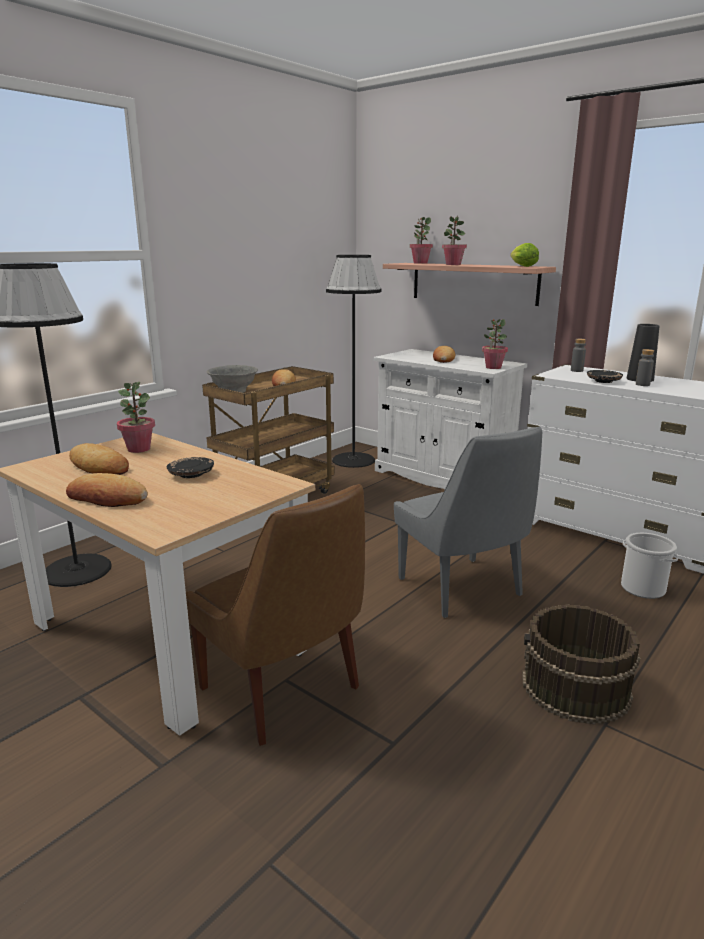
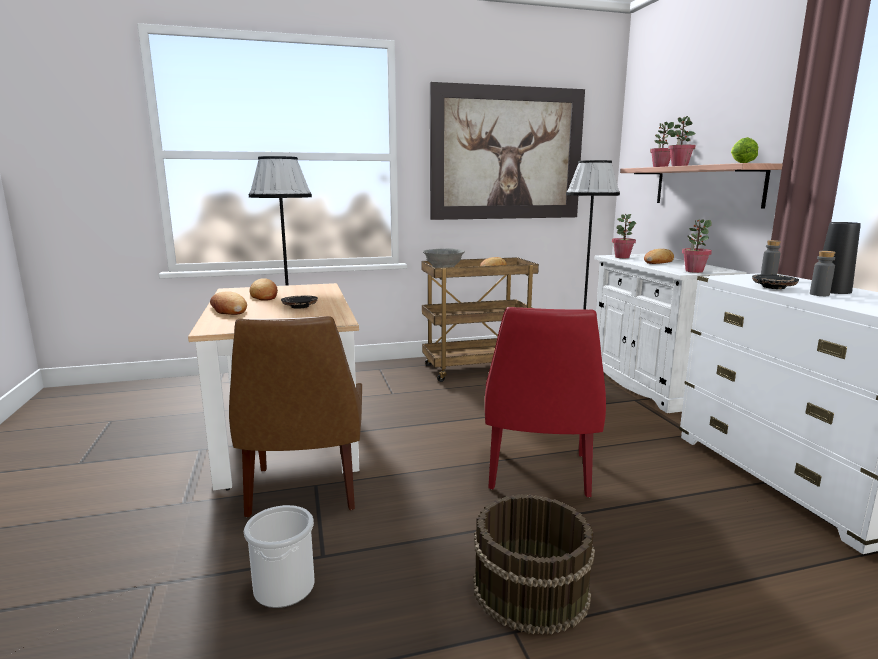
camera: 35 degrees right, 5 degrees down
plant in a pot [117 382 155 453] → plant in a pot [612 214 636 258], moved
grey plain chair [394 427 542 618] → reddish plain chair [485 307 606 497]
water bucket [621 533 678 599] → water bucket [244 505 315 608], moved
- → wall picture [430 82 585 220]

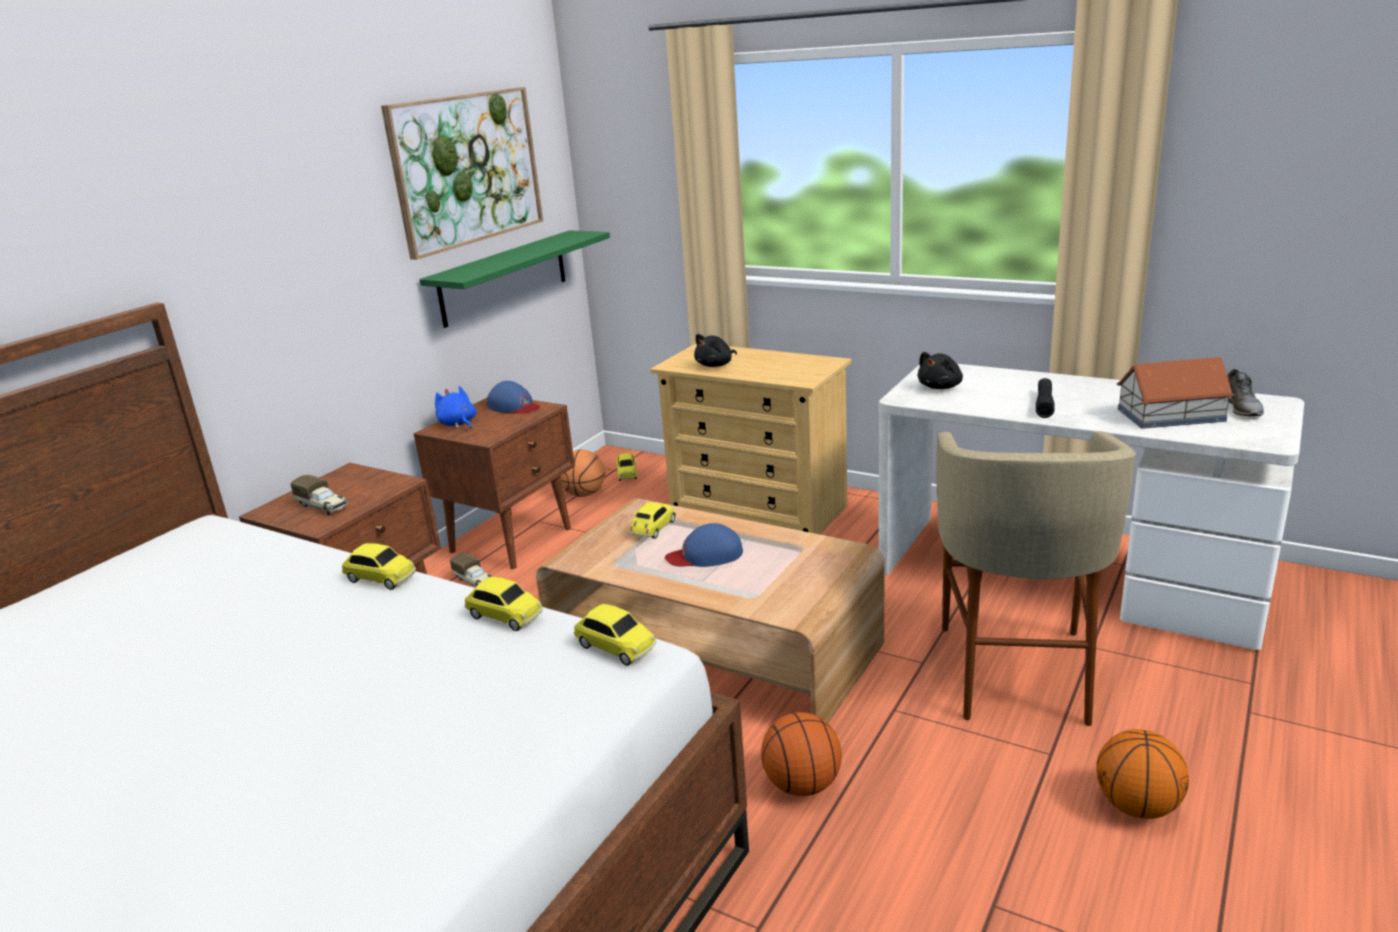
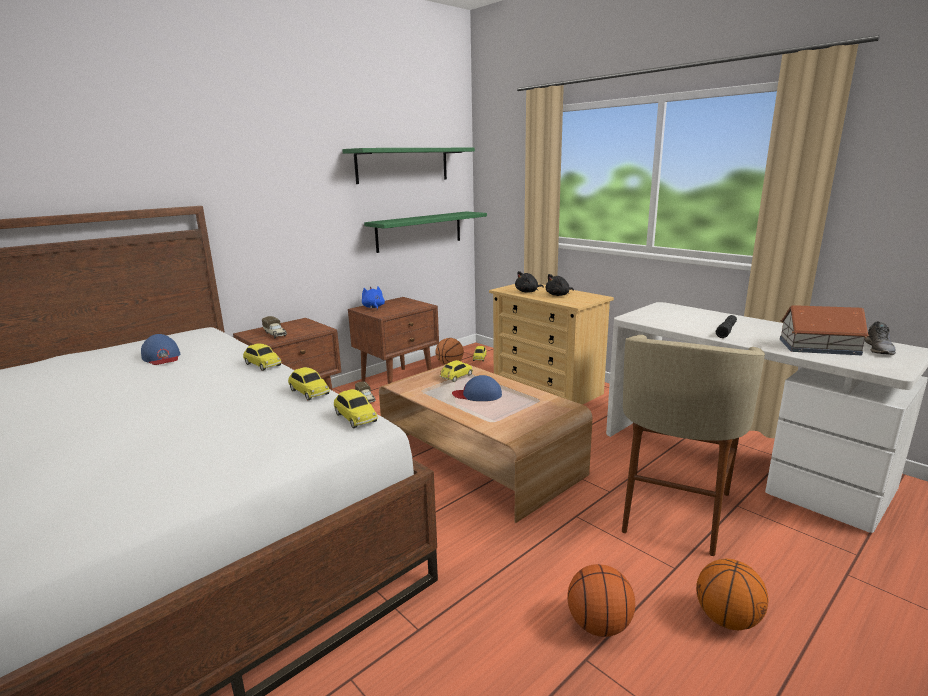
camera: 15 degrees right, 5 degrees down
wall picture [381 87 543 260] → green wall shelf [342 148 475 184]
bluish cap [487 381 540 414] → bluish cap [141 334 180 365], moved
basketball [761 712 842 796] → basketball [567 564 635 637], moved
blackish plush toy [917 352 963 389] → blackish plush toy [546 274 574 296], moved

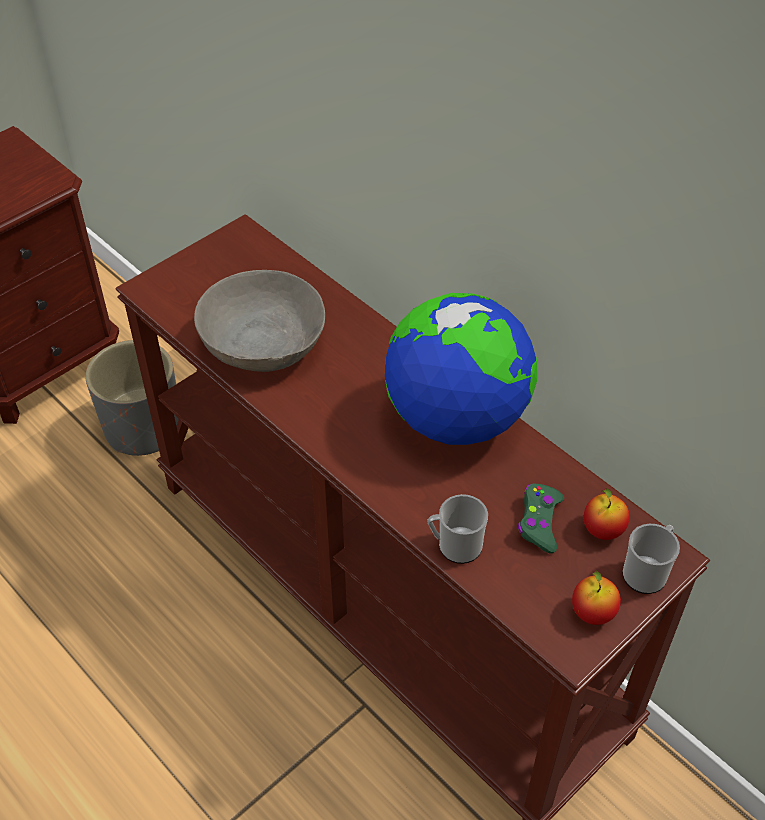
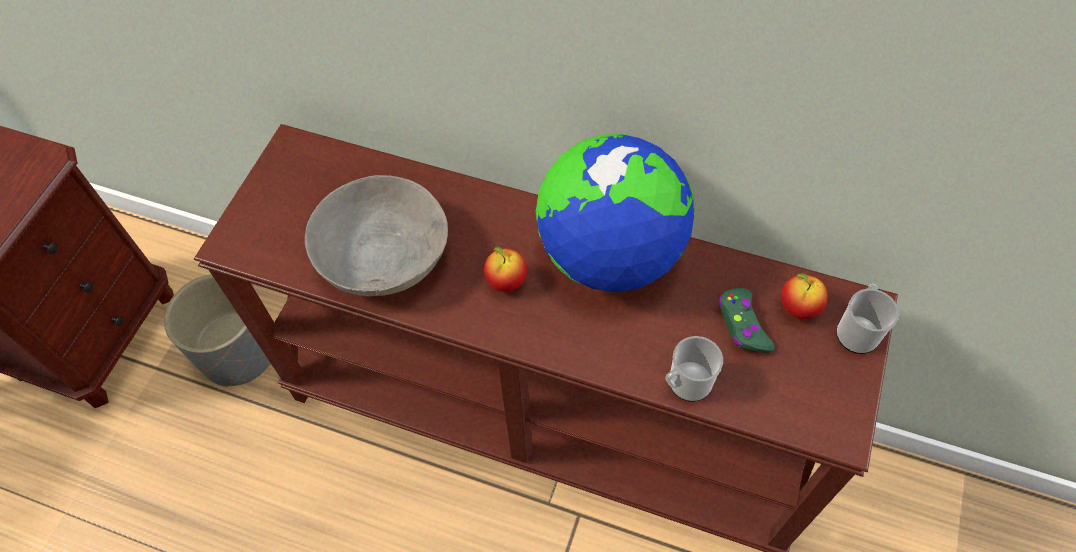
camera: 25 degrees left, 10 degrees up
whole apple [572 571 621 625] → whole apple [484 246 527 292], moved

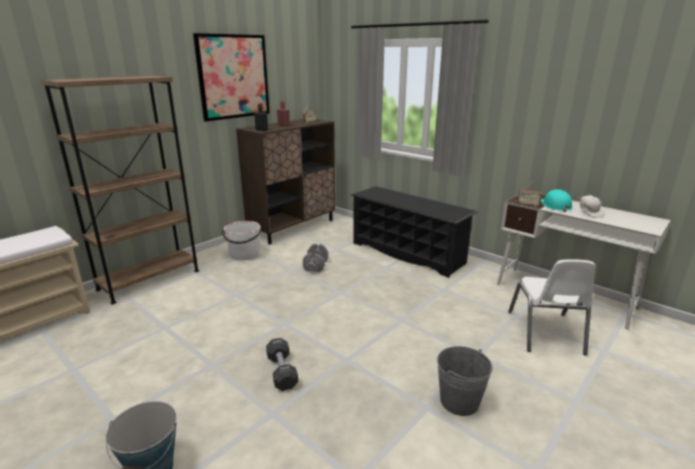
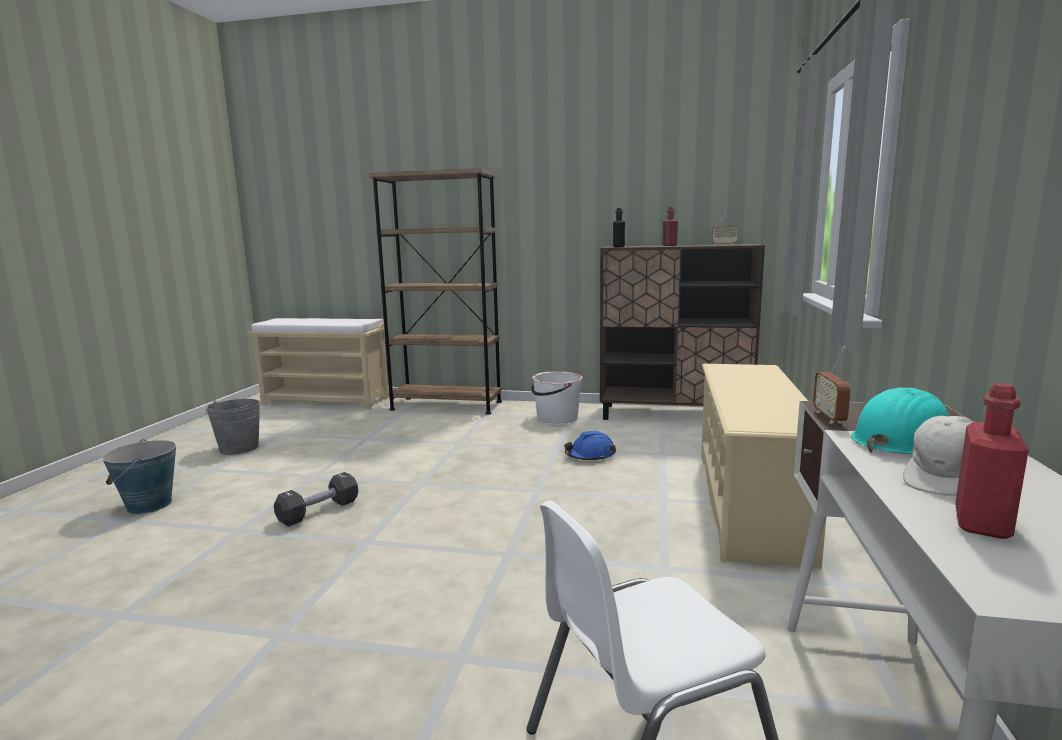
camera: 60 degrees right, 10 degrees down
wall picture [193 33 270 121] → -
grey hand weight [303 244 328 272] → bluish work helmet [564 431 616 461]
blackish shoe shelf [351 186 478 278] → beige shoe shelf [701 364 826 569]
grey water bucket [437 346 493 416] → grey water bucket [206 399 260 455], moved
- → reddish bottle [955 383 1029 539]

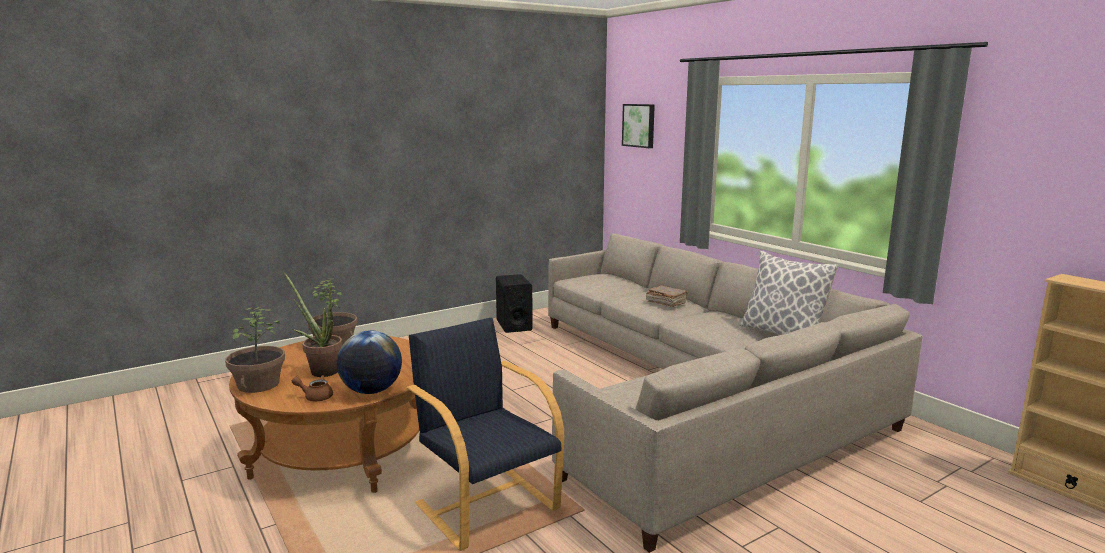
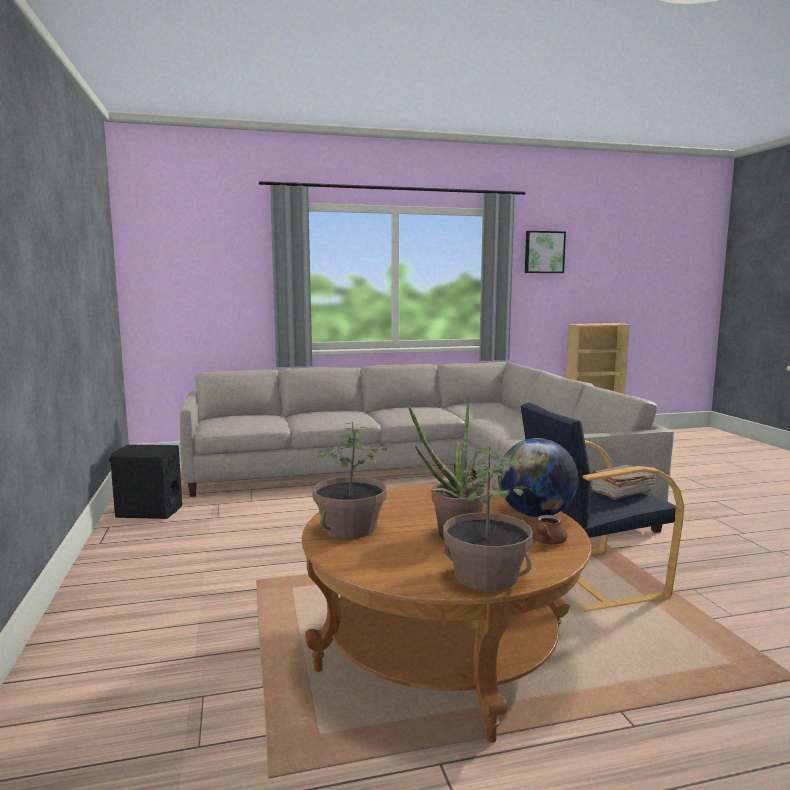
camera: 70 degrees left, 5 degrees down
wall picture [622 104 655 148] → wall picture [525 231 566 273], moved
brown-coloured book [646 285 688 307] → brown-coloured book [590 465 656 500], moved
throw pillow [740 251 838 335] → -

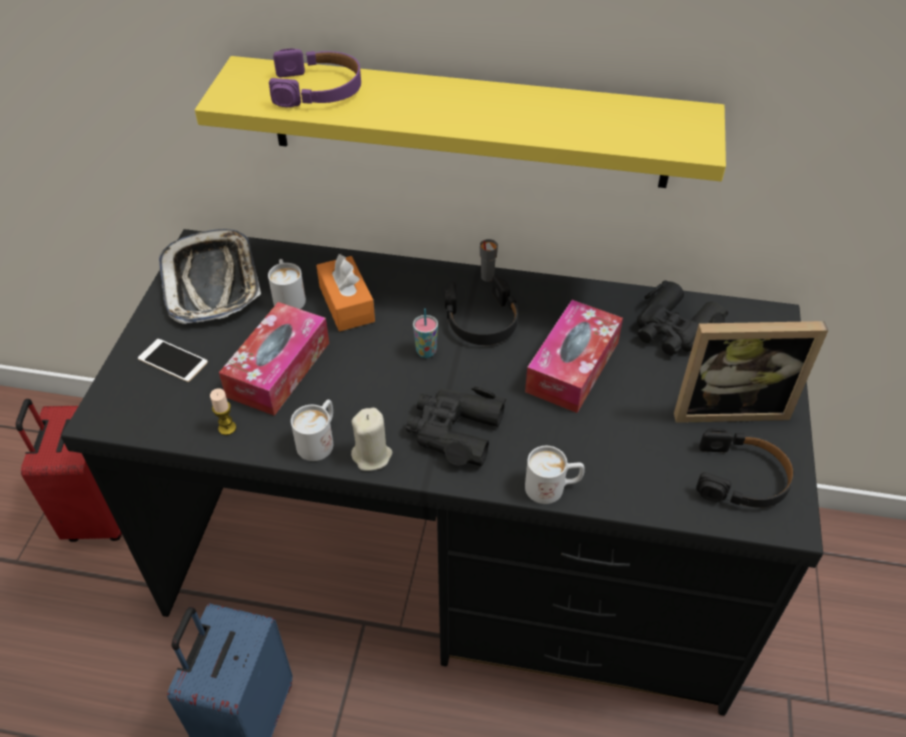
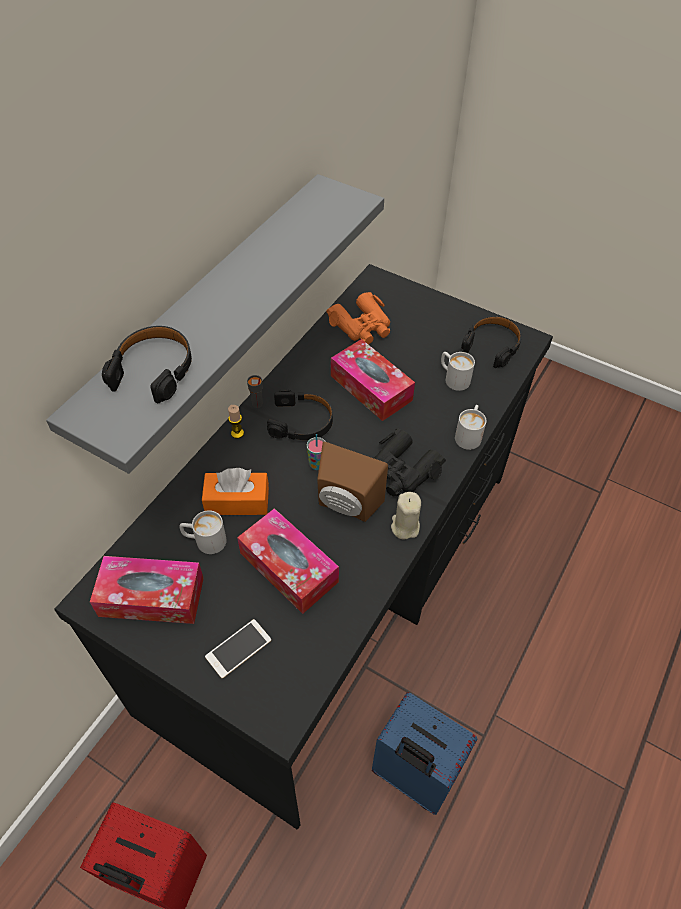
camera: 70 degrees left, 5 degrees up
tray [159 229 261 324] → tissue box [90 556 204 624]
yellow wall shelf [195 56 726 188] → grey wall shelf [46 174 384 474]
wax candle [210 388 236 435] → wax candle [228 405 244 439], moved
purplish headphones [269 48 361 107] → blackish headphones [102 326 192 403]
white mug [291 400 333 461] → white mug [441 352 475 391], moved
blackish field glasses [637 280 729 355] → orange field glasses [327 292 390 344]
picture frame [674 321 828 423] → -
- → brown-coloured audio speaker [317 442 388 522]

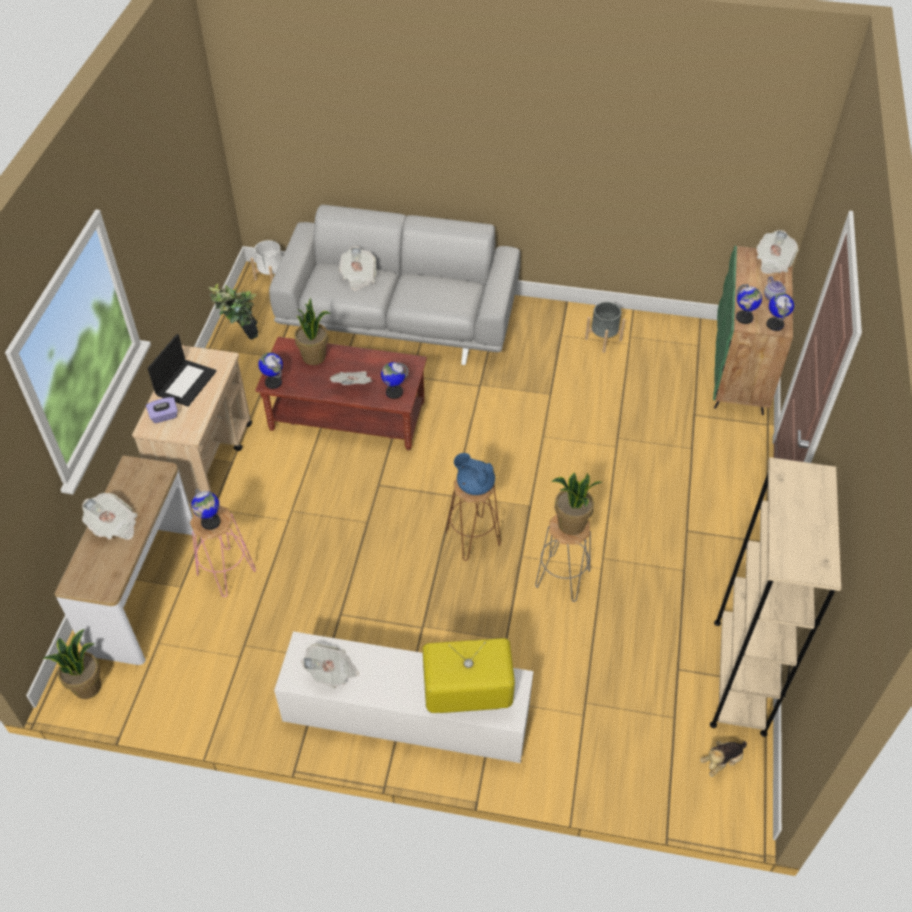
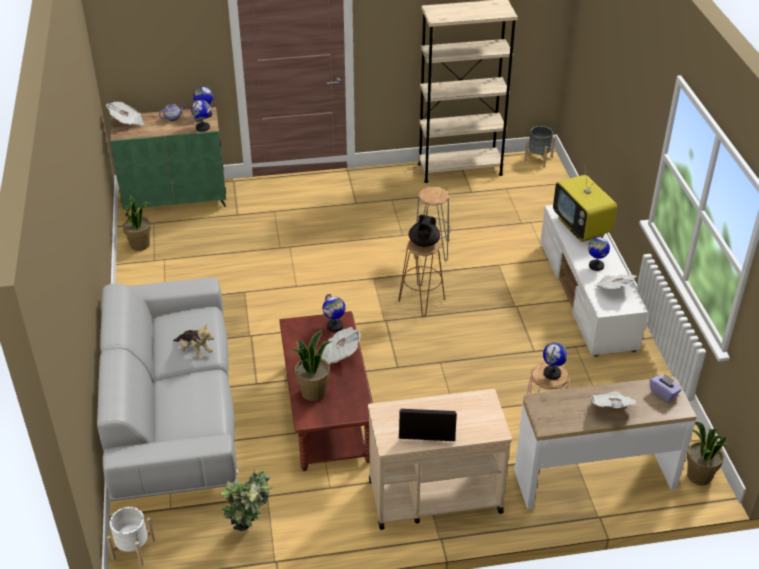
camera: 110 degrees left, 10 degrees down
purplish tissue box [146 397 178 423] → purplish tissue box [650 374 682 402], moved
desk globe [258 352 283 389] → desk globe [588 234 610 271], moved
printed paper [339 246 376 291] → -
bluish tea pot [454 453 495 495] → blackish tea pot [409 215 440 247]
plant in a pot [552 472 602 535] → plant in a pot [123 195 151 251], moved
grey plant pot [585 302 626 353] → grey plant pot [524 126 555 167], moved
plush toy [700 741 747 777] → plush toy [173 323 214 359], moved

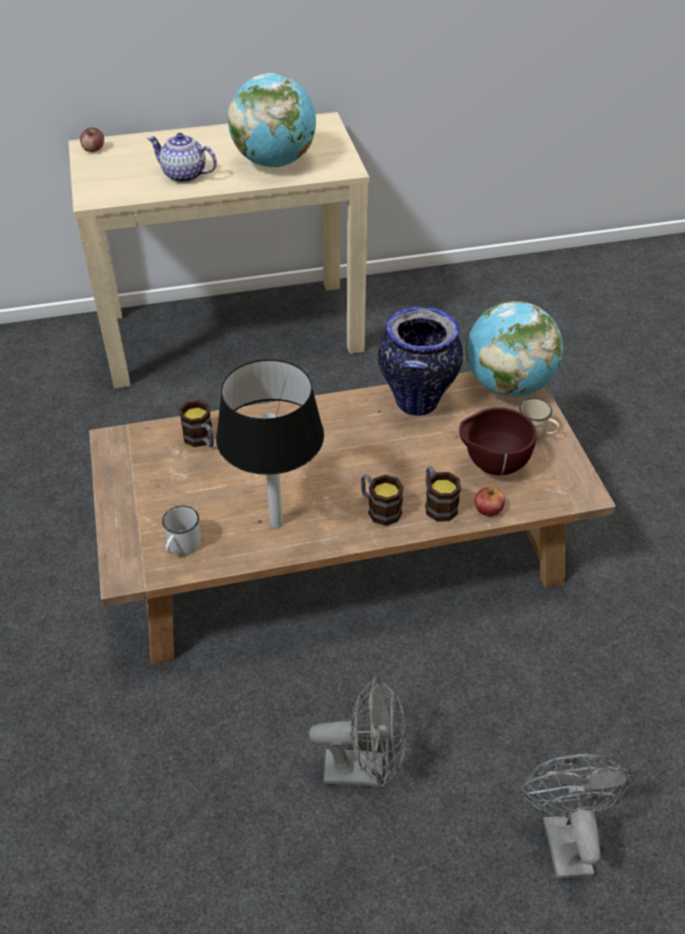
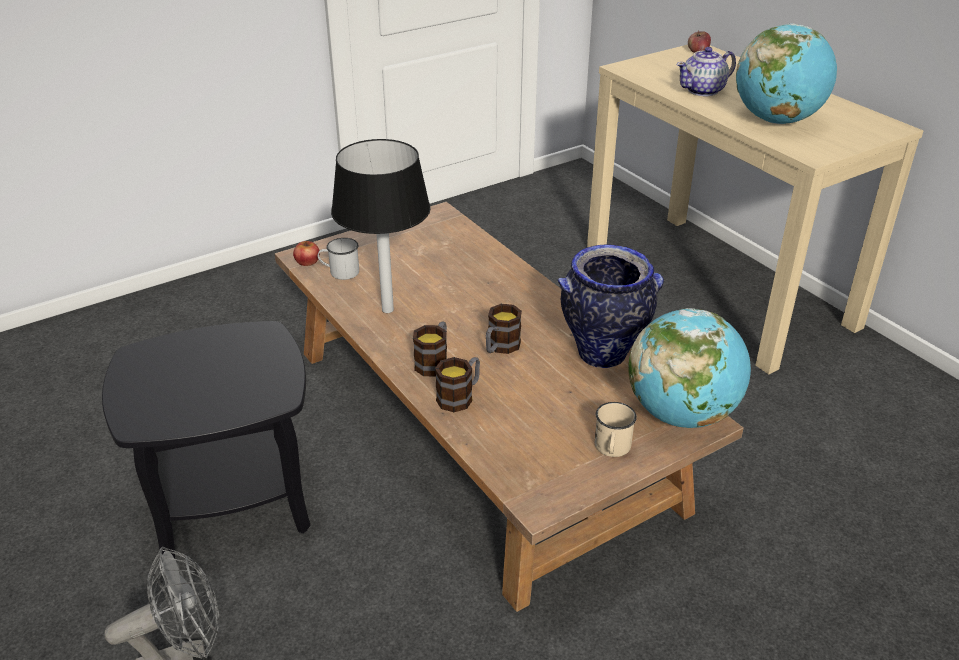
camera: 70 degrees right, 10 degrees down
tea pot [147 133 217 183] → tea pot [676 47 736 96], 120 degrees counterclockwise
mug [179 400 214 447] → mug [486 304 522 354], moved
grey fan [309 676 406 789] → blackish end table [102 321 311 558]
brown-coloured deep dish [459 407 536 475] → -
whole apple [474 487 505 516] → whole apple [293 241 320 266], moved

